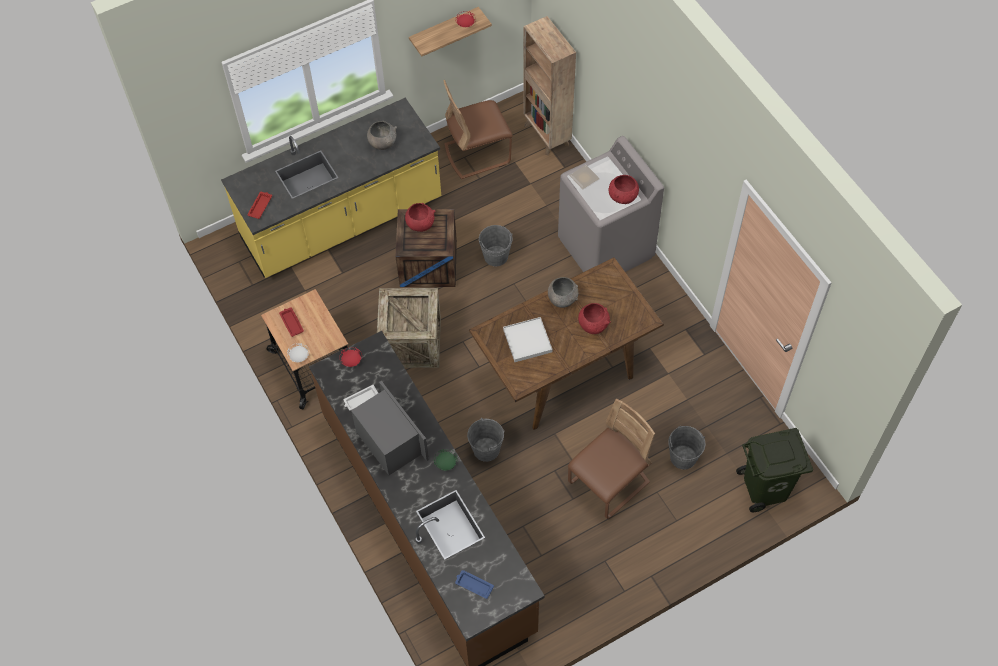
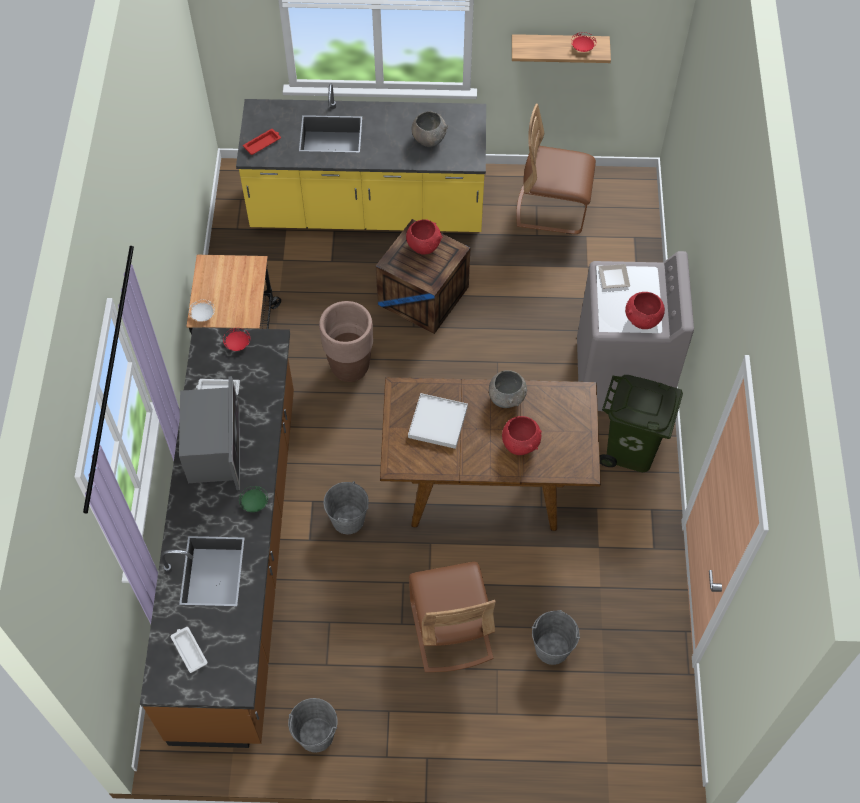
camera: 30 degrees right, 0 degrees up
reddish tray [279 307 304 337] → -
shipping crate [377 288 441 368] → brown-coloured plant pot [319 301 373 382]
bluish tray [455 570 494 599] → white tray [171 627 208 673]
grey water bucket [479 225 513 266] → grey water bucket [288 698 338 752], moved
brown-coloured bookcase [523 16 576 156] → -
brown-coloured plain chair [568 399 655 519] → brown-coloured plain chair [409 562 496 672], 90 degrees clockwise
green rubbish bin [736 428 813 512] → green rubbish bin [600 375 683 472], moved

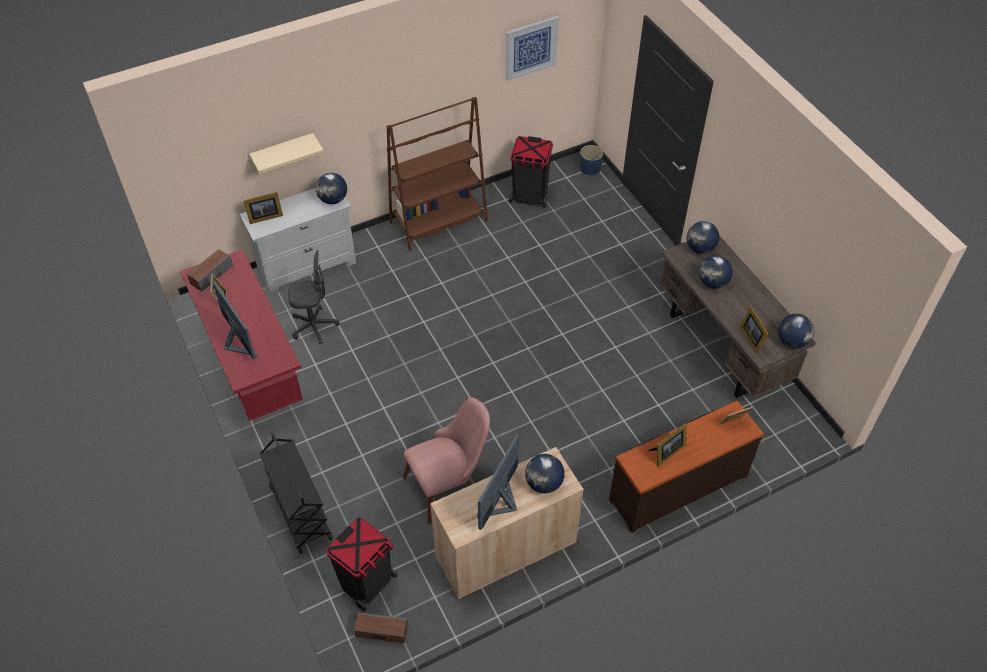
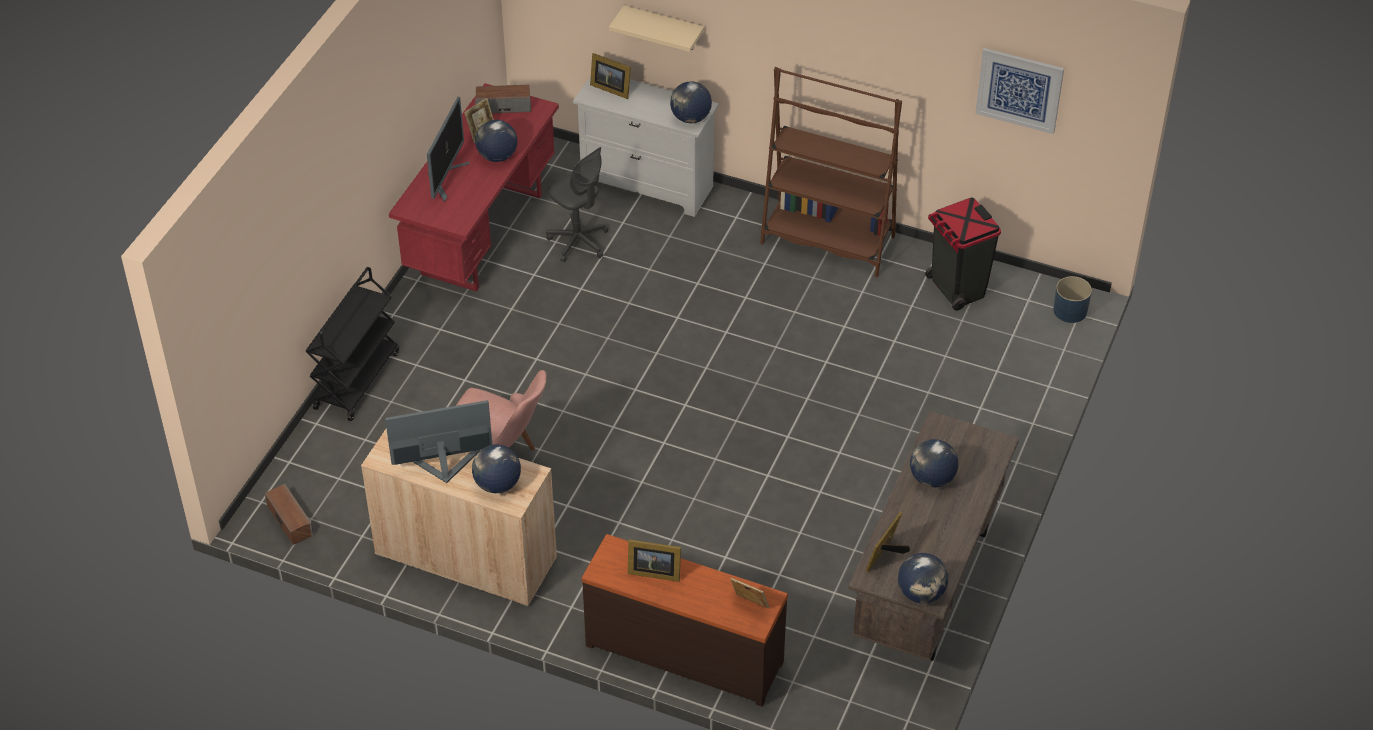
camera: 50 degrees right, 5 degrees down
blackish rubbish bin [326 517 397 611] → -
desk globe [687 221 720 254] → desk globe [475 120 517 162], moved

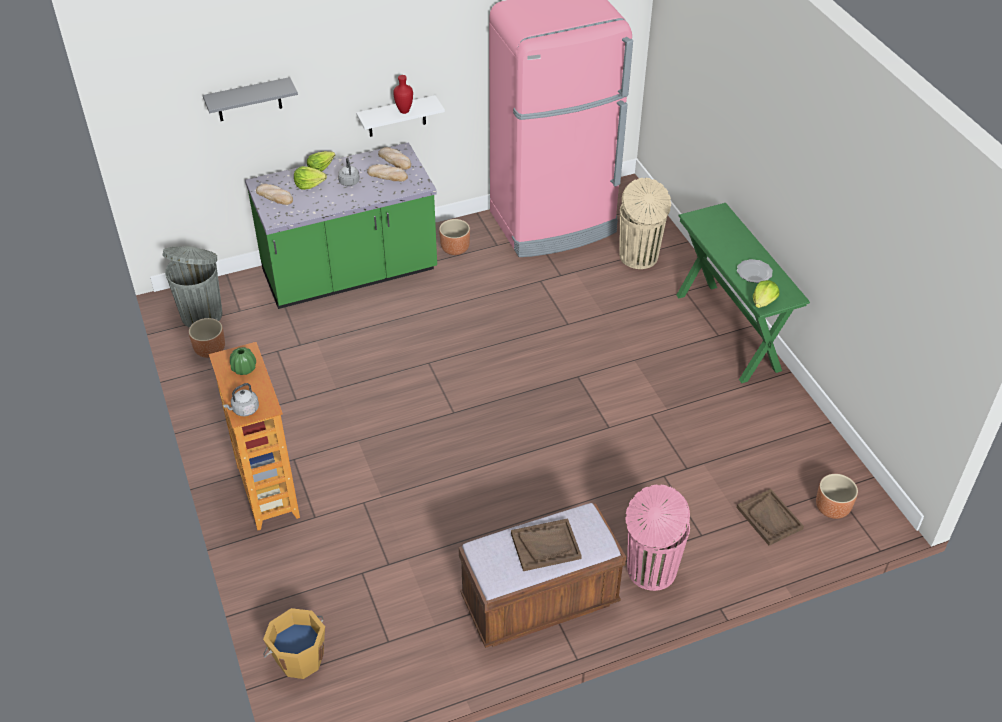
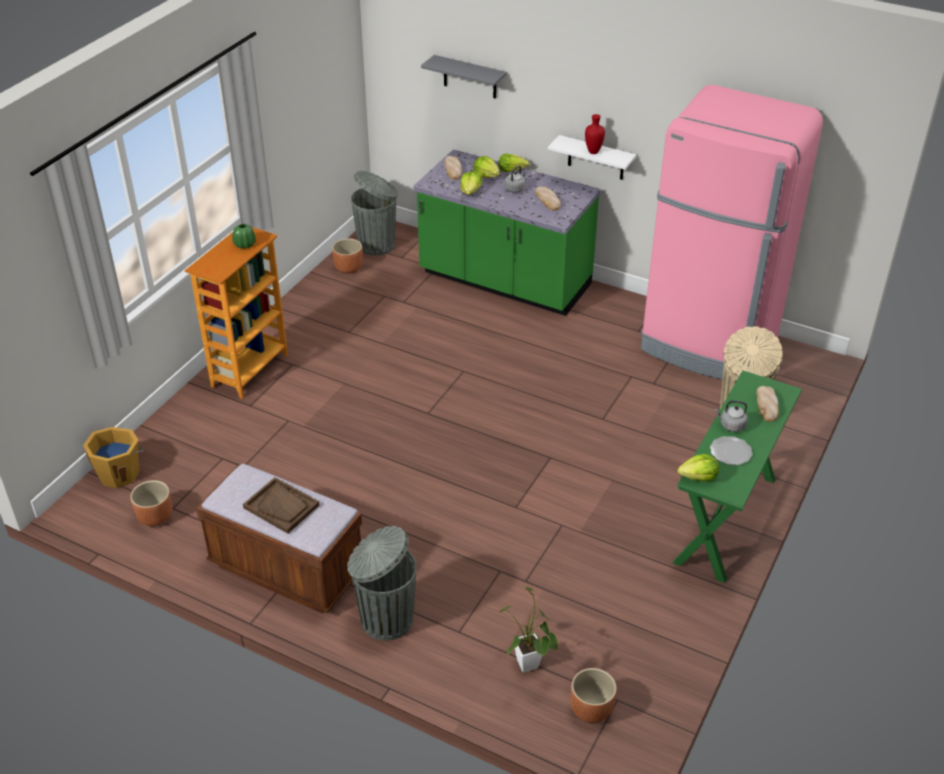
camera: 50 degrees right, 5 degrees down
grey water kettle [223 383 259 416] → grey water kettle [715 400 748 432], moved
baked bread [378 147 411 170] → baked bread [756 386 779 422], moved
brown-coloured plant pot [439 219 470 255] → brown-coloured plant pot [130 480 173 526], moved
pink rubbish bin [625 484 690 591] → grey rubbish bin [347 526 416 641]
brown-coloured tray [736 489 804 546] → plant in a pot [499 586 558 673]
- → lettuce [460 171 482 195]

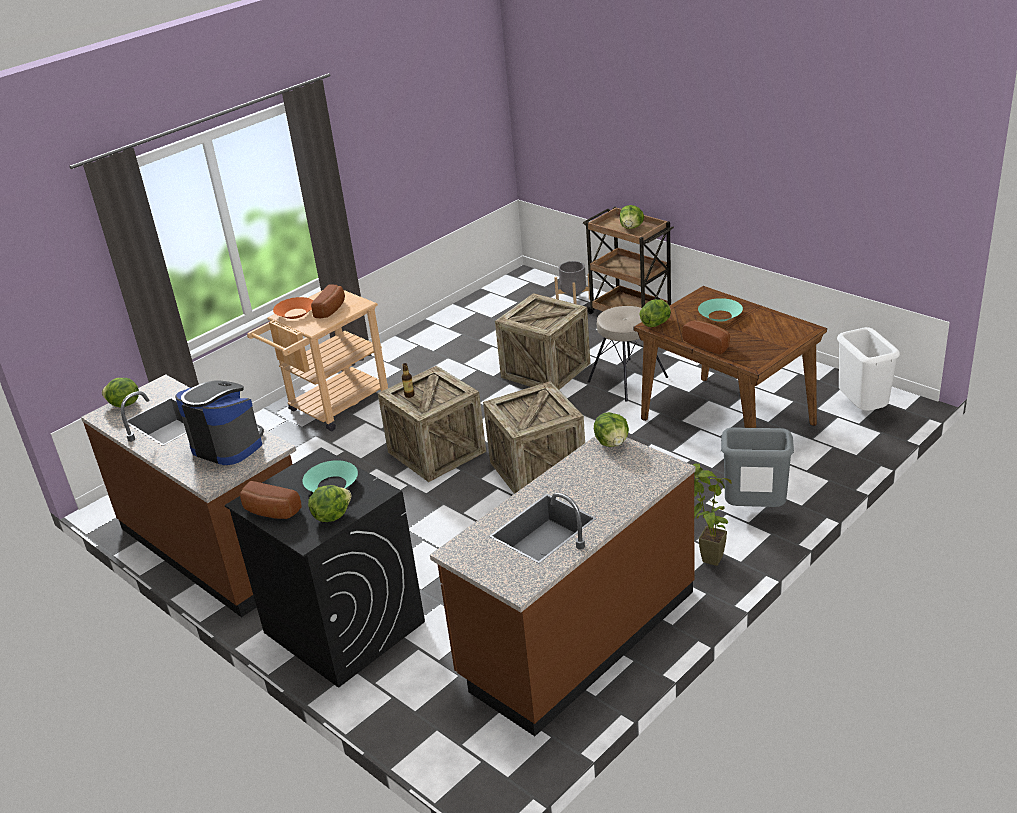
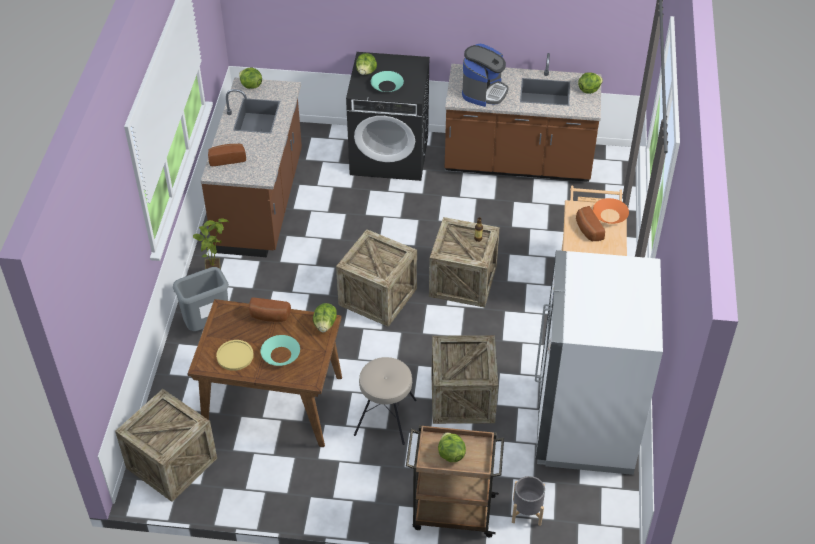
camera: 140 degrees right, 15 degrees up
coffee machine [175 381 264 465] → coffee machine [462 44 509 107], 60 degrees counterclockwise
baked bread [240 481 301 519] → baked bread [208 144 246 166], moved
lettuce [594 412 629 447] → lettuce [239 68 262 89], moved
white rubbish bin [837 327 900 411] → shipping crate [115 389 217 502]
- → yellow plate [216 340 254 371]
- → white refrigerator [535 250 663 475]

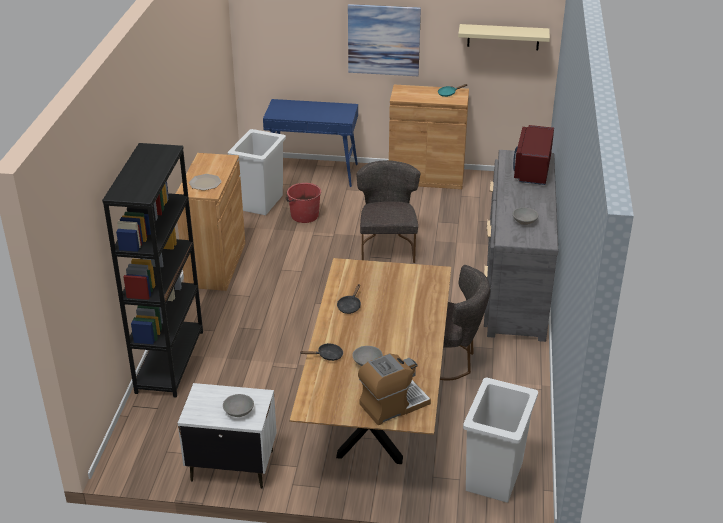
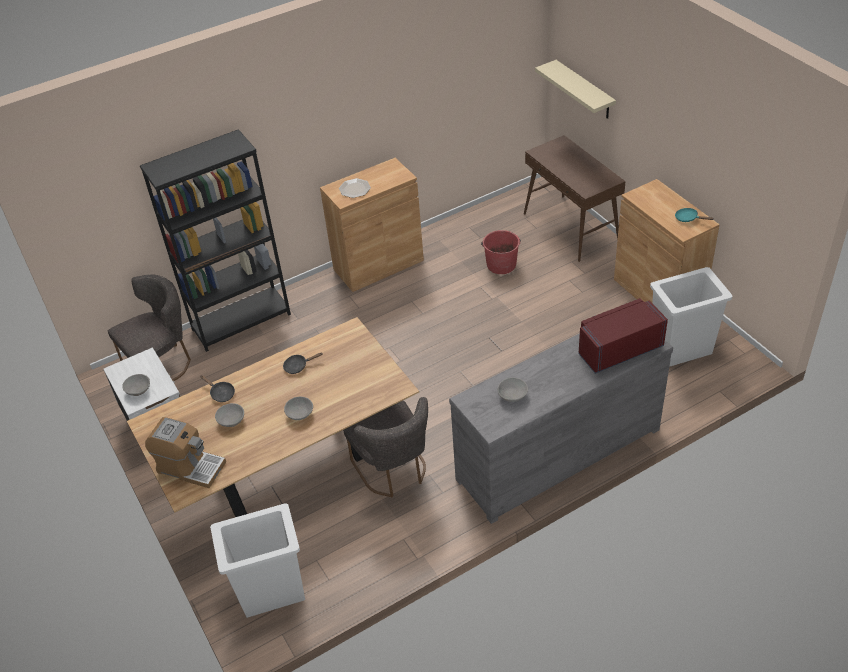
camera: 55 degrees right, 10 degrees up
white rubbish bin [228 129 286 215] → white rubbish bin [650 267 733 367], moved
bluish console table [263 99 358 187] → brown-coloured console table [524 135 626 262]
wall picture [348 4 421 76] → -
grey plain chair [356 160 420 263] → grey plain chair [108 274 191 381], moved
beige wall shelf [458 24 550 50] → beige wall shelf [535 60 616 119], moved
- → grey deep dish [284 397 313 420]

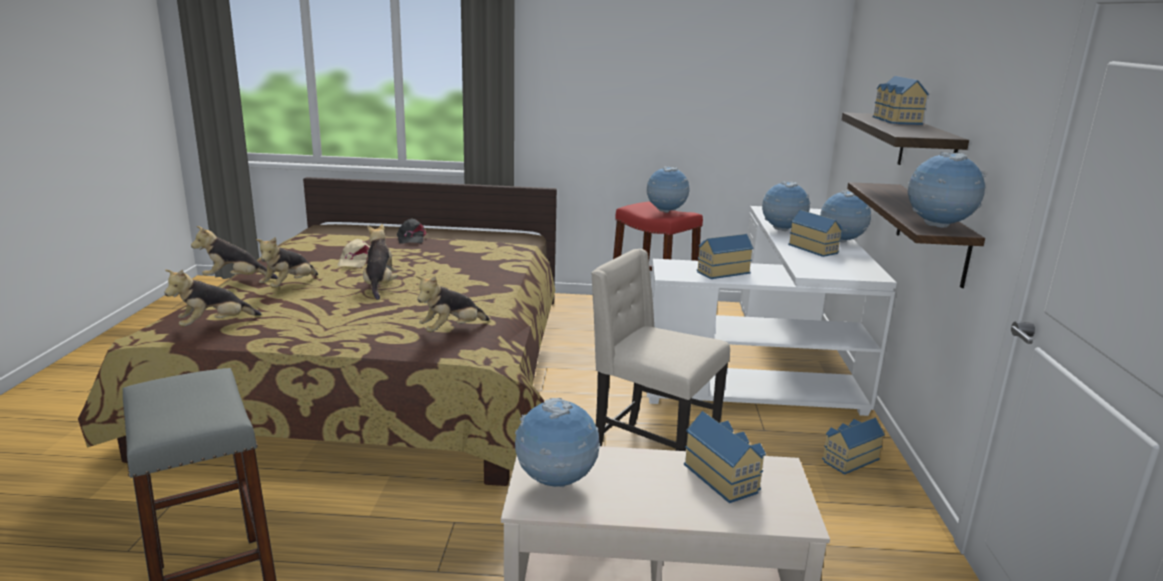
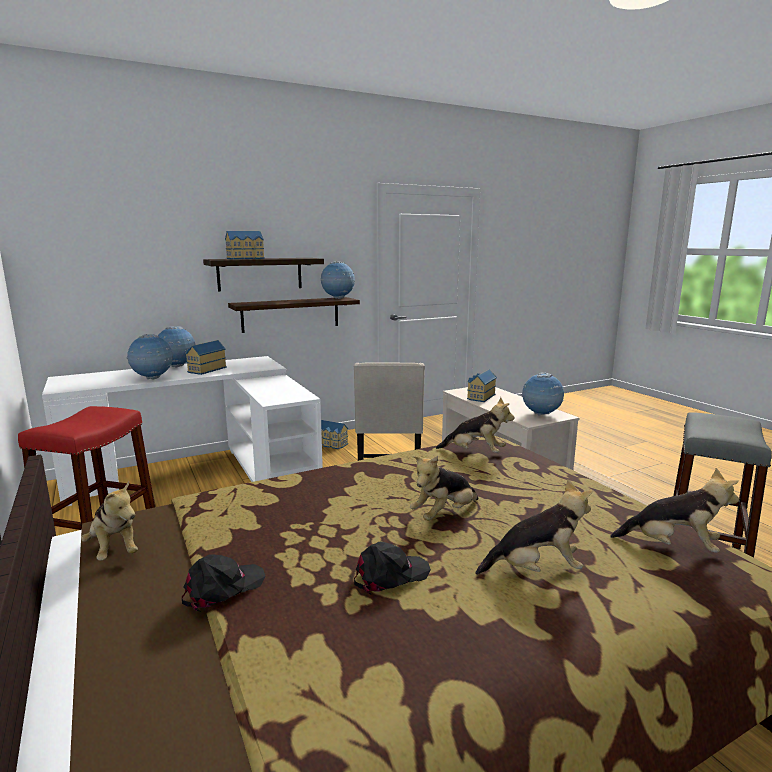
camera: 120 degrees left, 5 degrees down
plush toy [191 226 278 279] → plush toy [81 481 138 560], moved
beige cap [338 239 370 268] → blackish cap [354 542 431 595]
desk globe [647 166 689 213] → -
miniature house [697 234 753 279] → -

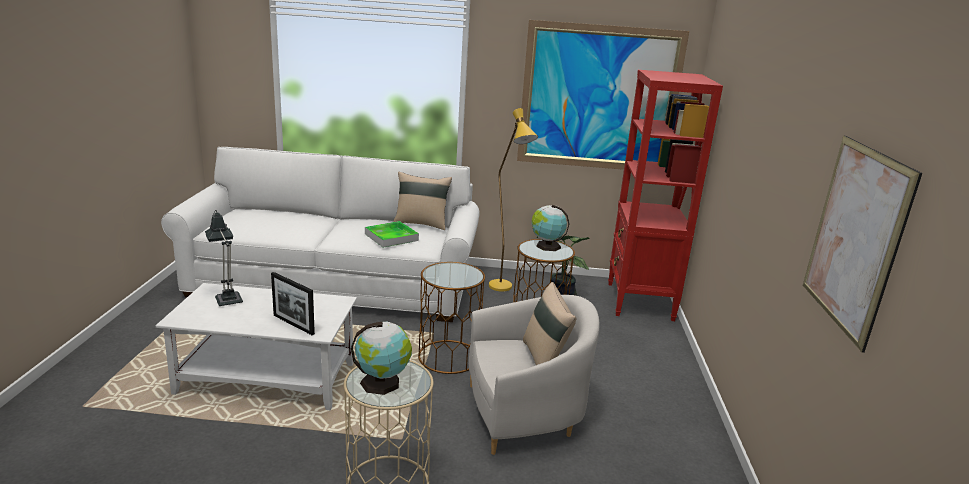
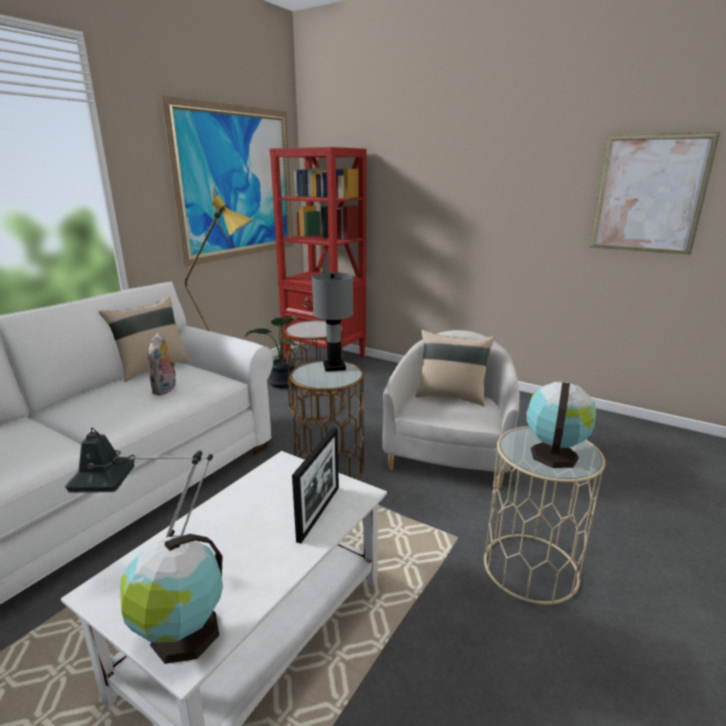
camera: 60 degrees left, 0 degrees up
picture frame [271 272 315 335] → picture frame [292 427 339 543], 45 degrees counterclockwise
tray [365 221 419 248] → plush toy [147 333 176 395]
desk globe [532 205 570 251] → desk globe [120 534 223 664], moved
- → grey table lamp [312 272 354 372]

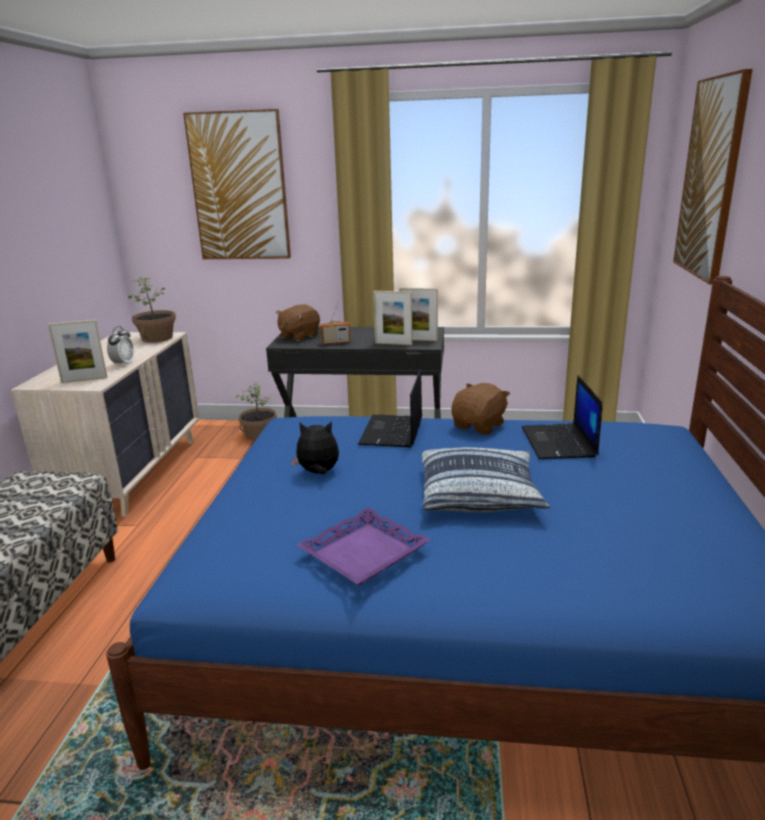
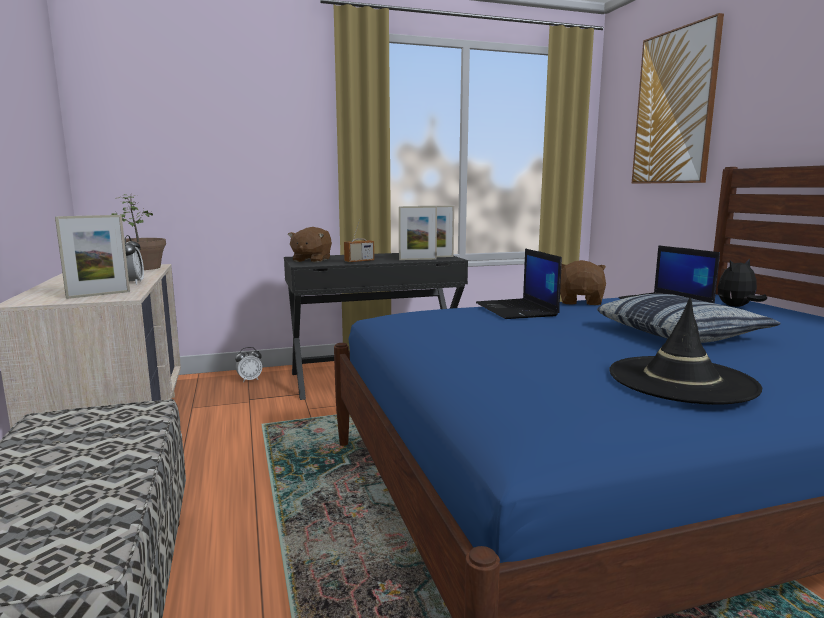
camera: 25 degrees left, 10 degrees down
wall picture [183 109 291 259] → -
plant in a pot [236 382 277 440] → alarm clock [235 347 262 382]
plush toy [291 421 339 475] → plush toy [718 259 767 307], moved
purplish tray [297 507 430 585] → blackish hat [609 298 762 405]

